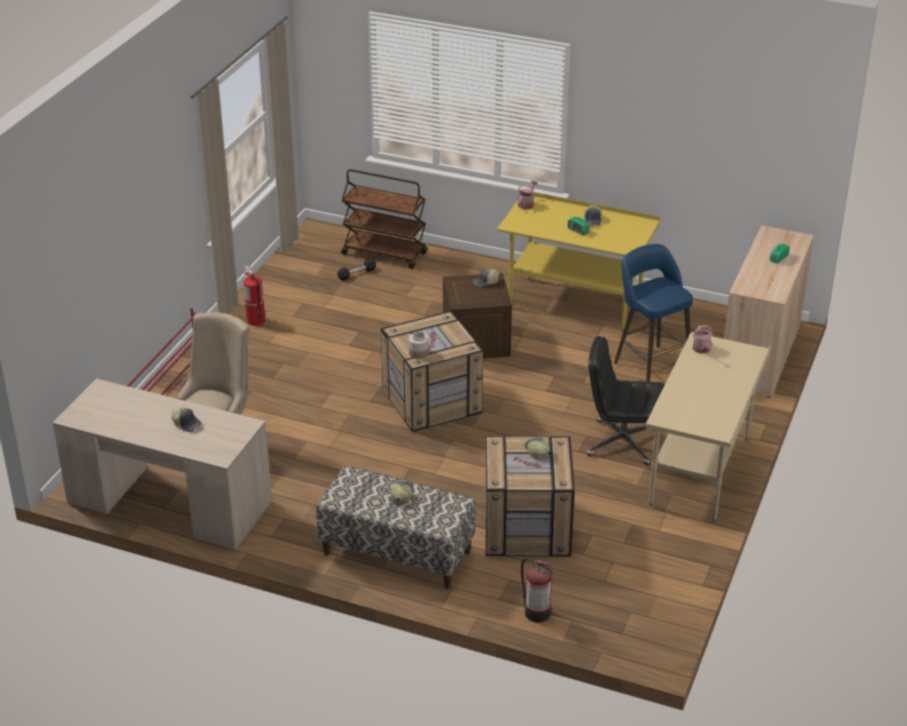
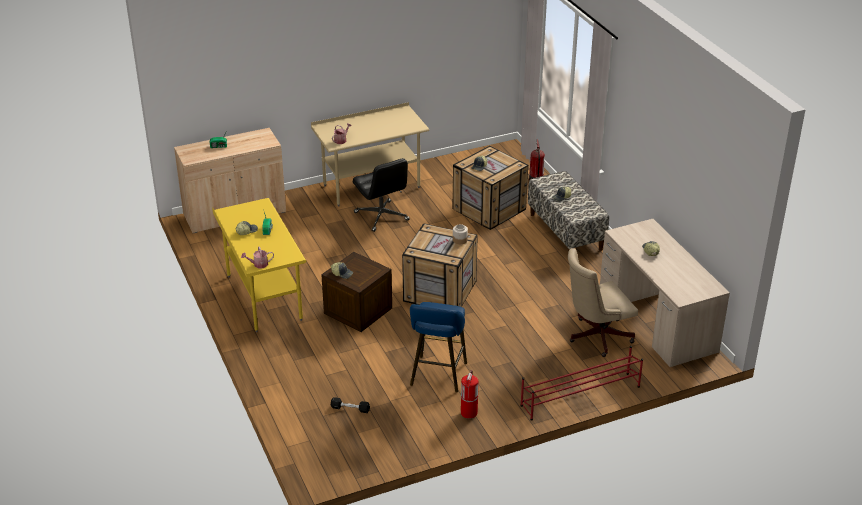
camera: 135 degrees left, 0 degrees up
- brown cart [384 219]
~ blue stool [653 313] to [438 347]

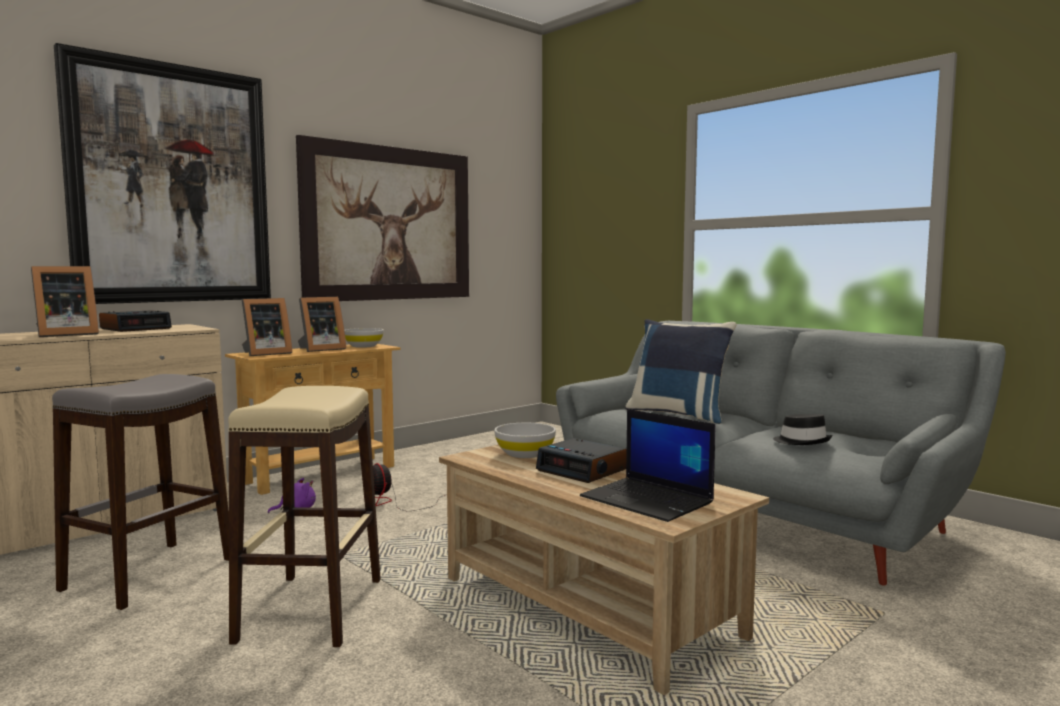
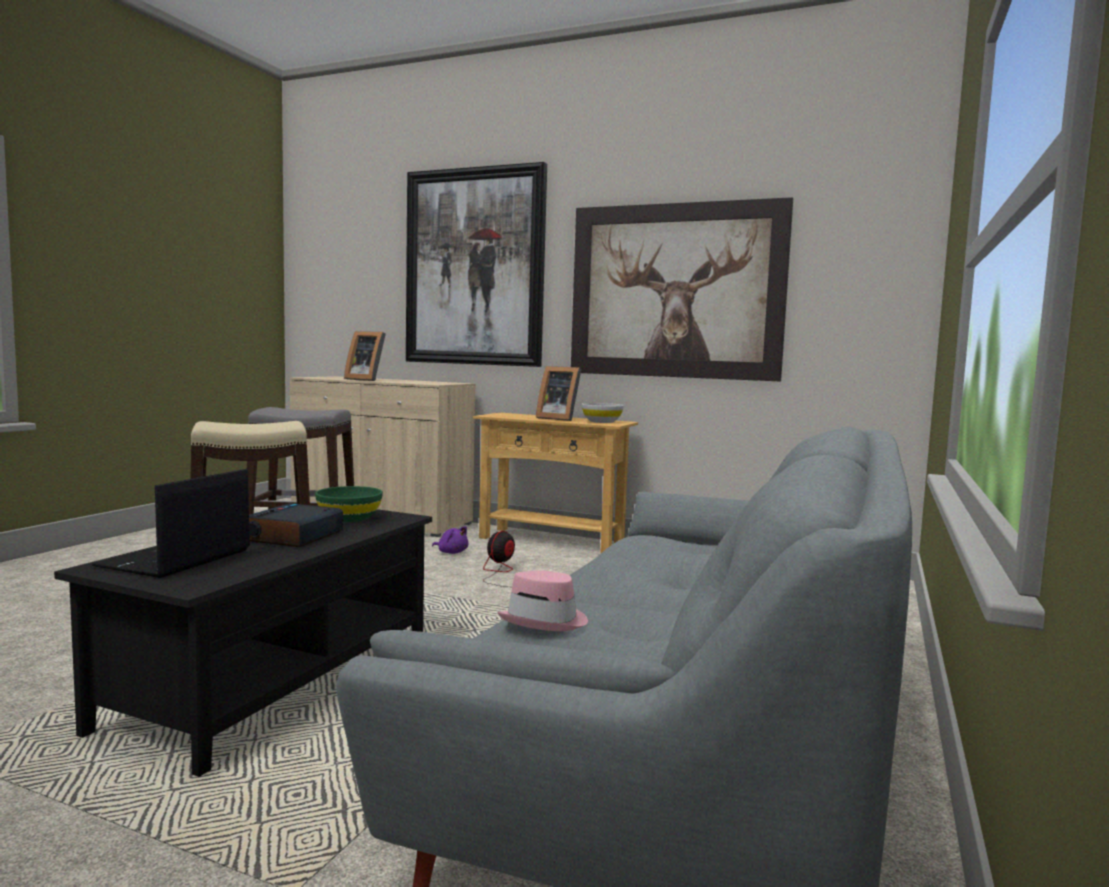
camera: 65 degrees right, 0 degrees up
- alarm clock [135 321]
- picture frame [267 327]
- blue pillow [680 371]
~ beige coffee table [604 568] to black coffee table [243 641]
~ white bowl [525 440] to green bowl [349 504]
~ black hat [802 429] to pink hat [542 600]

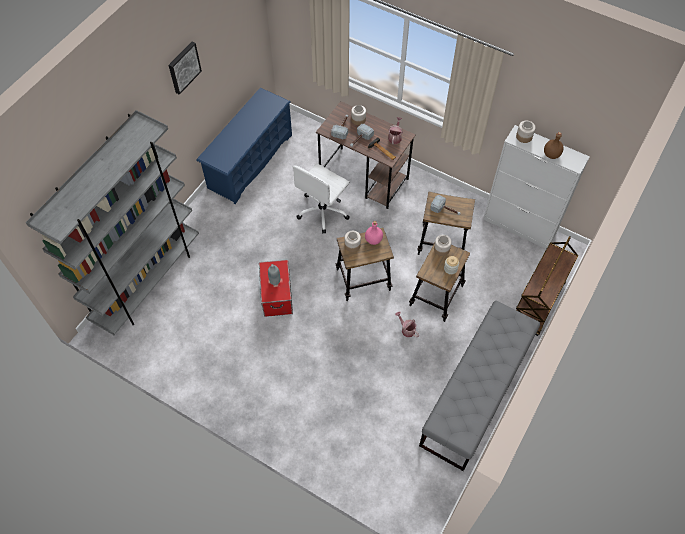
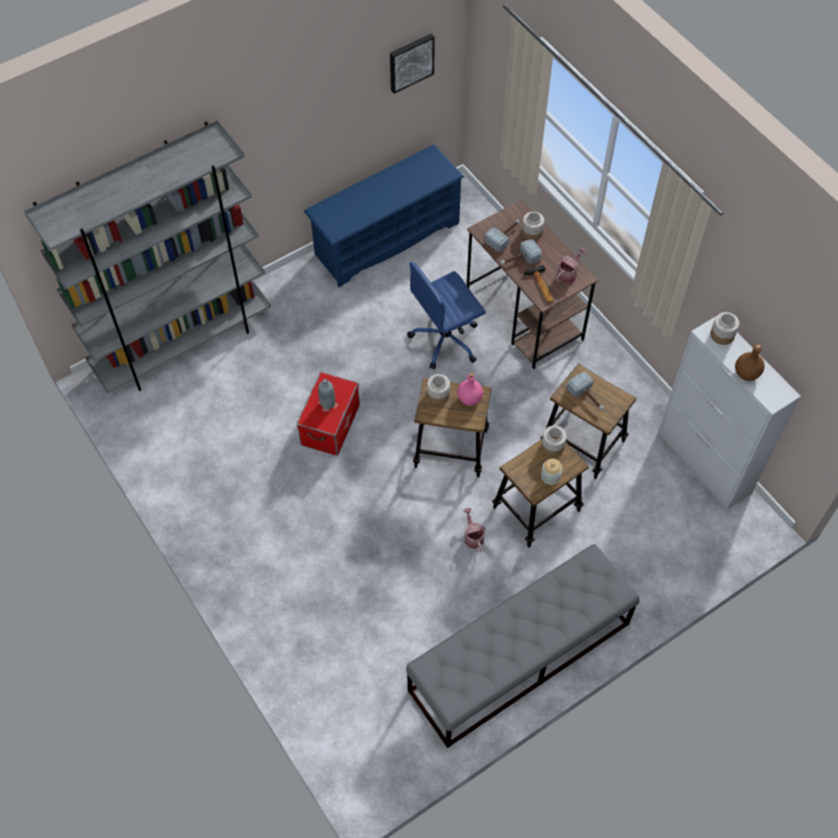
camera: 25 degrees right, 0 degrees up
- brown cart [547 286]
~ picture [185 68] to [412 64]
~ white office chair [321 199] to blue office chair [446 315]

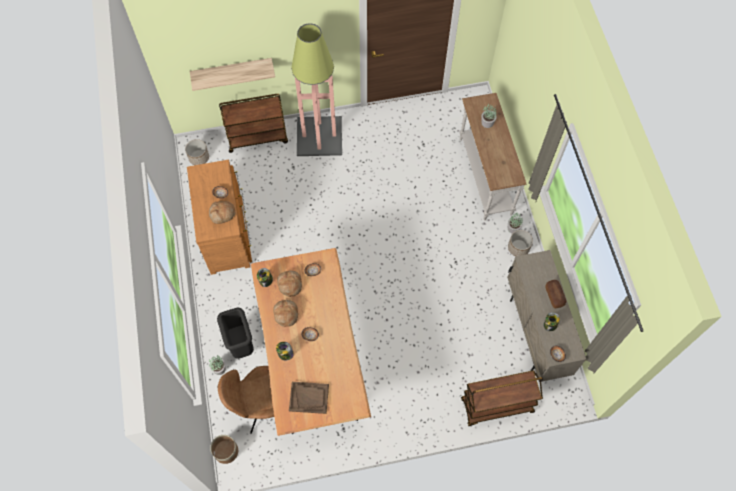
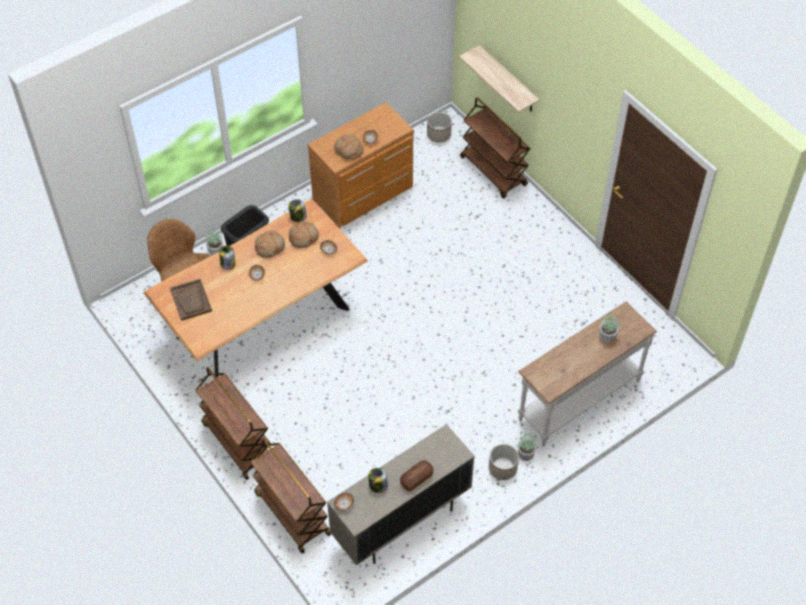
camera: 65 degrees right, 10 degrees down
- planter [224 449]
- floor lamp [316 89]
+ brown cart [233 423]

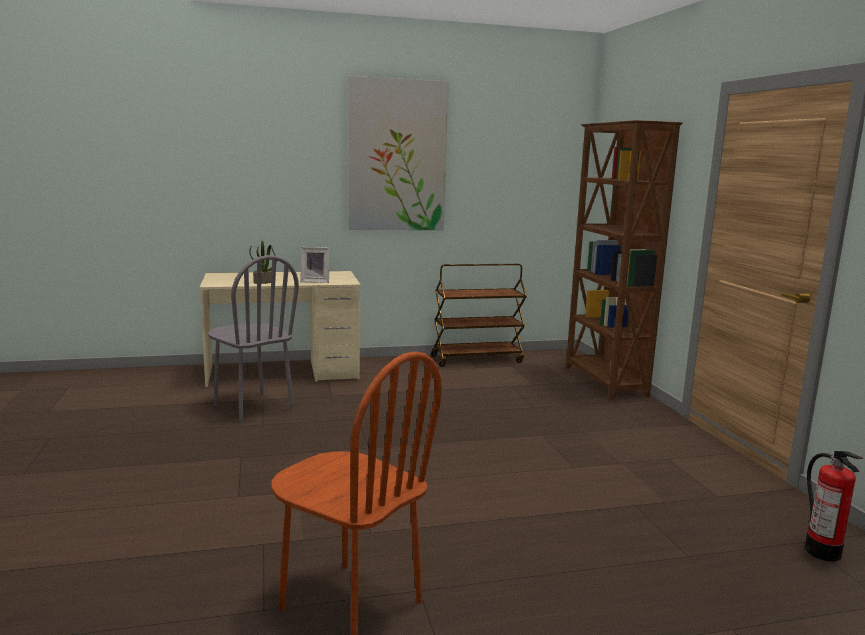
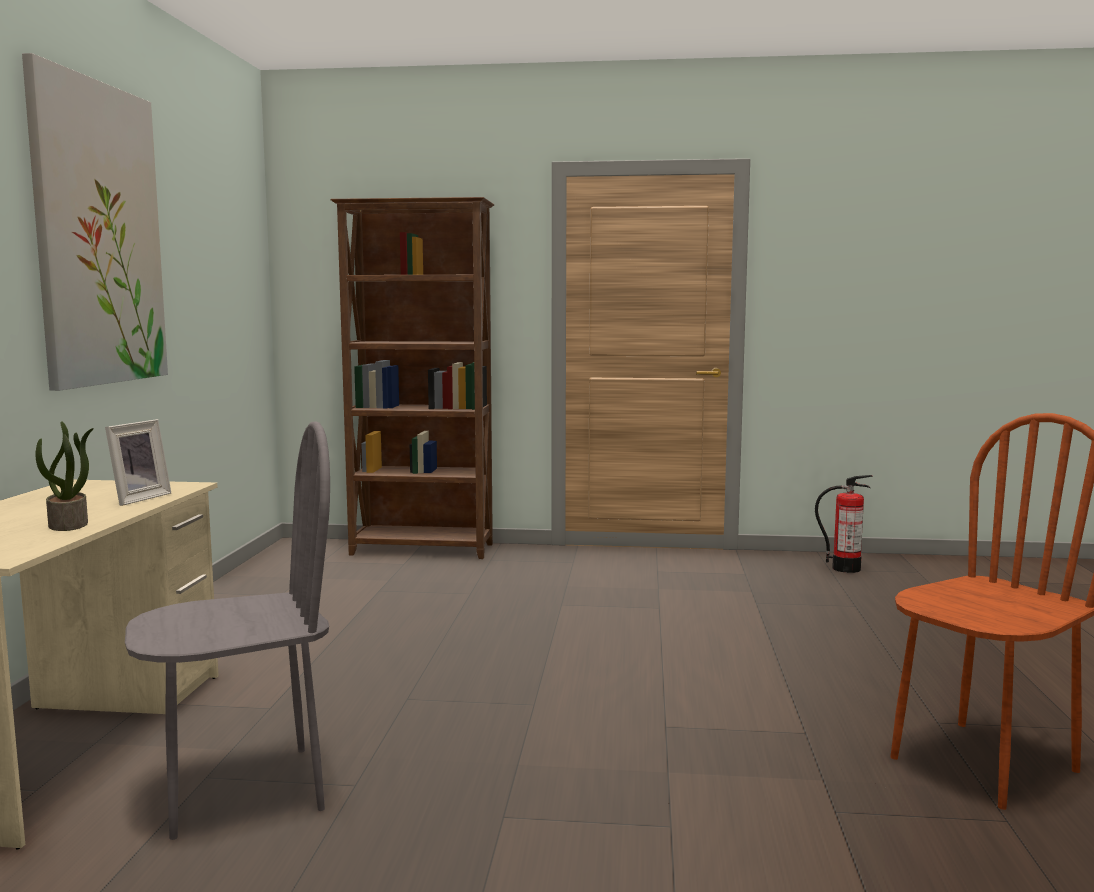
camera: 70 degrees left, 5 degrees down
- brown cart [479 315]

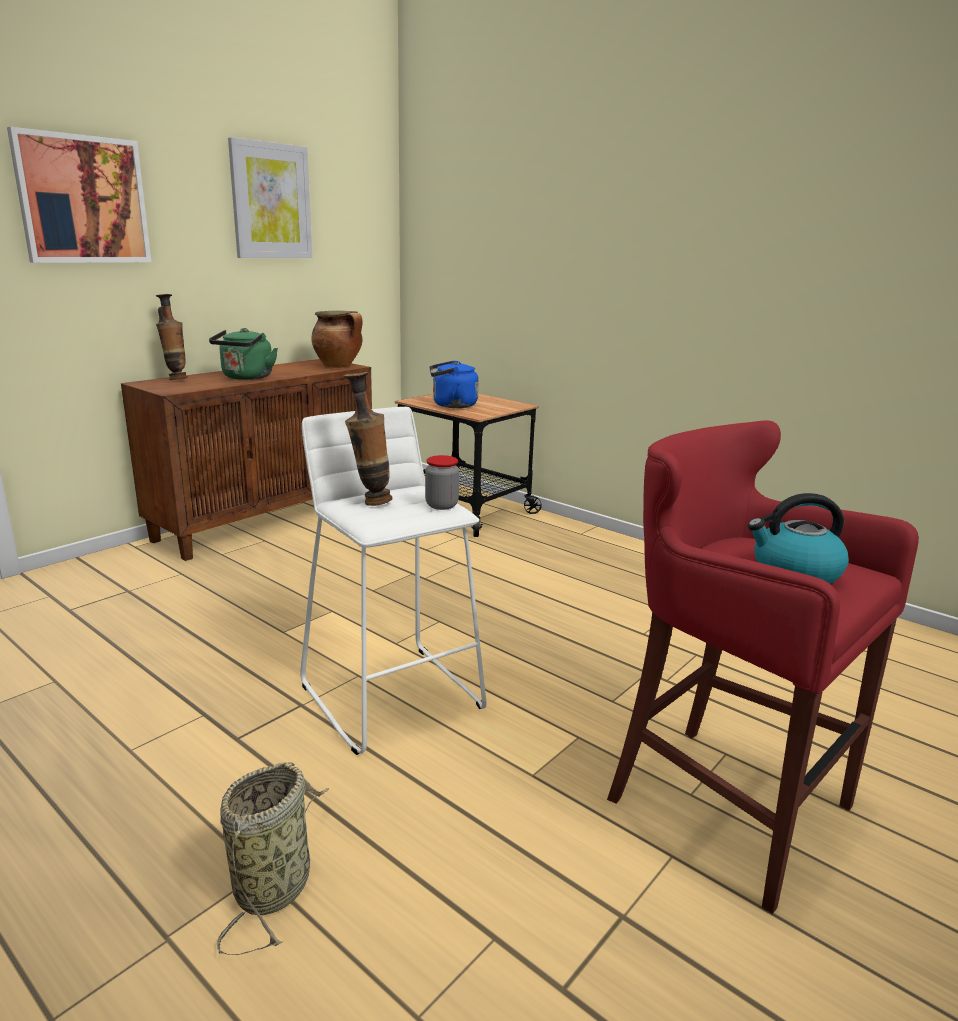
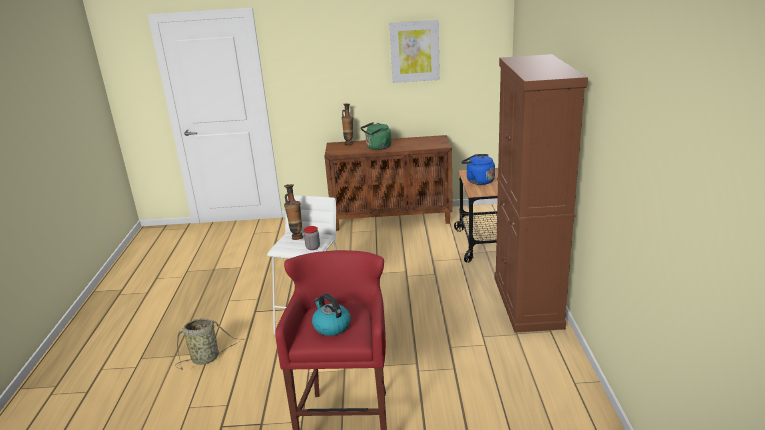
camera: 50 degrees right, 5 degrees up
- picture [79 195]
- cooking pot [337 339]
+ brown cabinet [541 193]

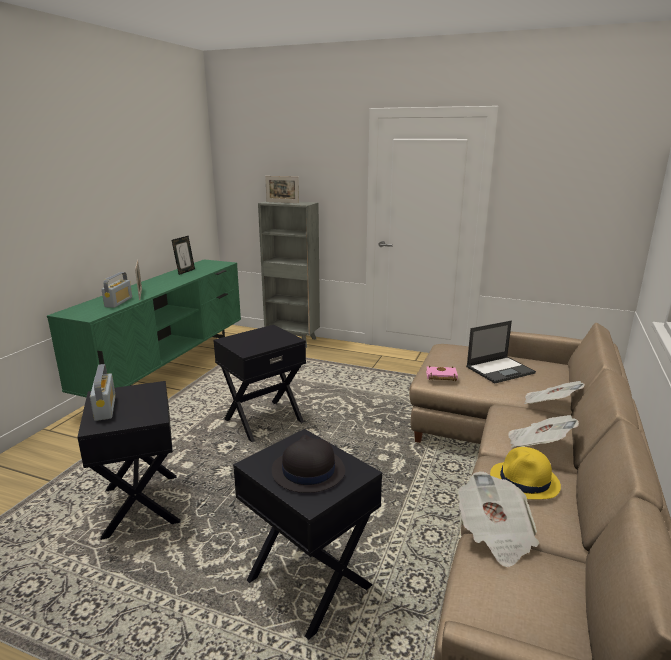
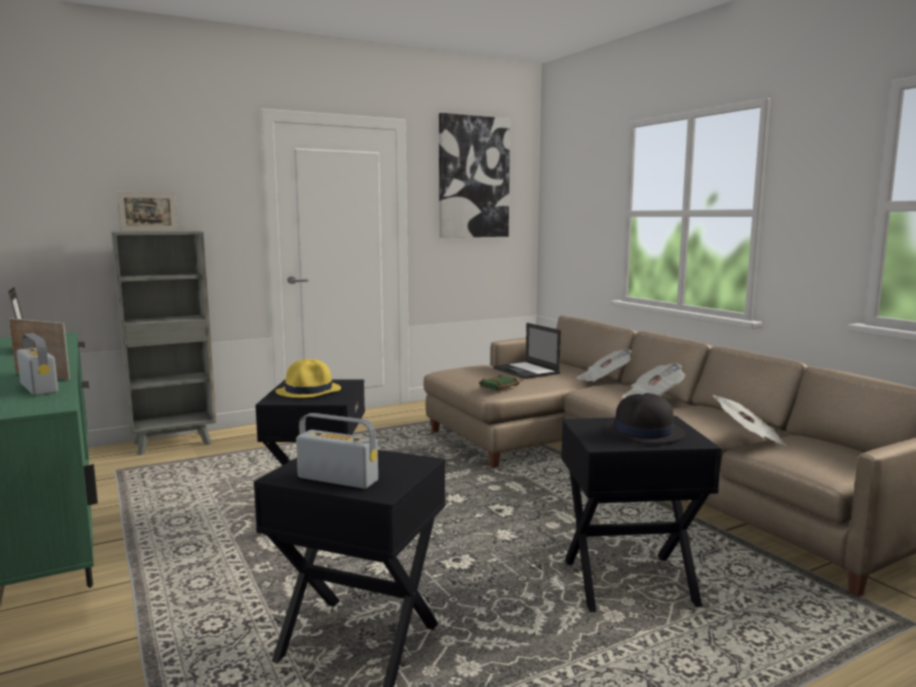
camera: 50 degrees left, 10 degrees down
+ picture [474 175]
~ yellow hat [525 473] to [308 378]
~ pink book [442 373] to green book [499 383]
~ laptop [501 352] = [527 351] 135 degrees clockwise

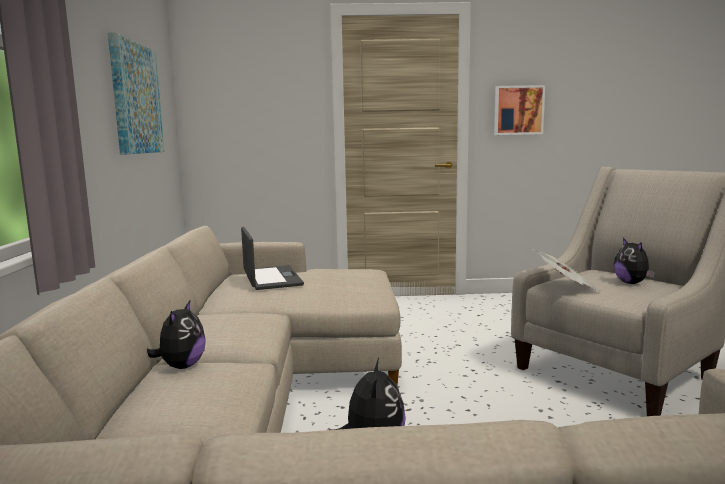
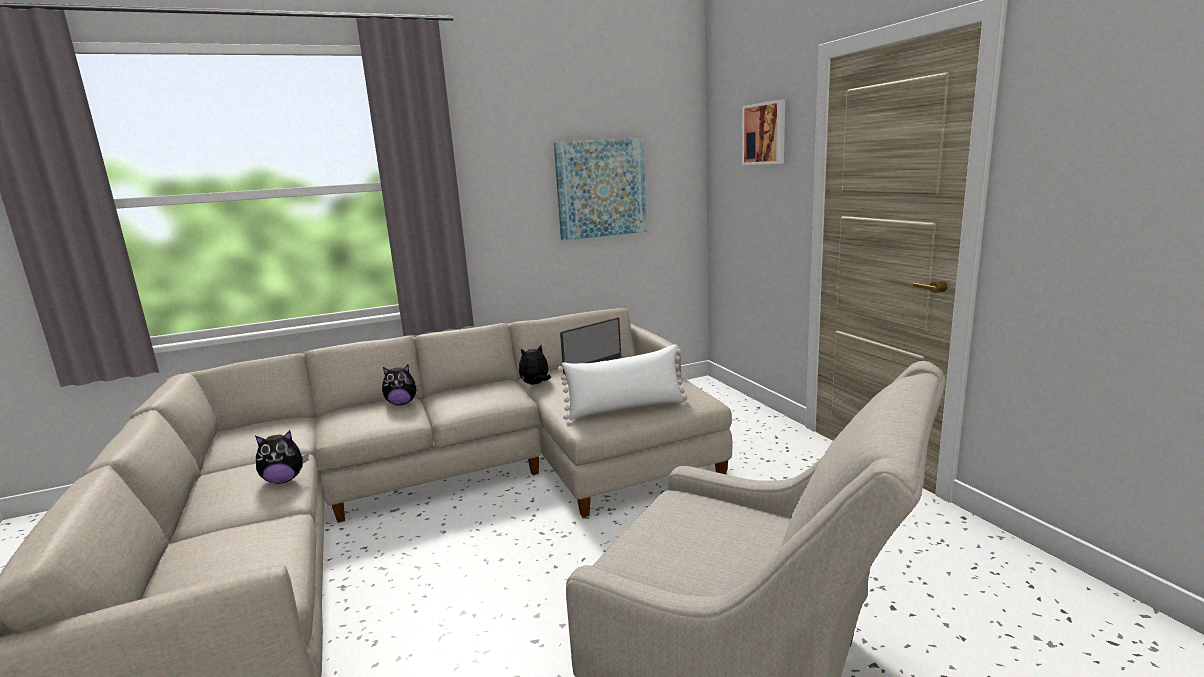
camera: 70 degrees right, 5 degrees up
- newspaper [566 270]
+ white pillow [622 382]
~ picture [519 110] to [763 132]
~ plush toy [634 261] to [535 365]

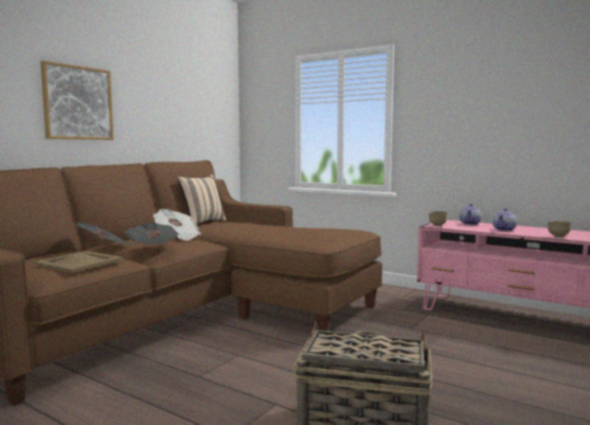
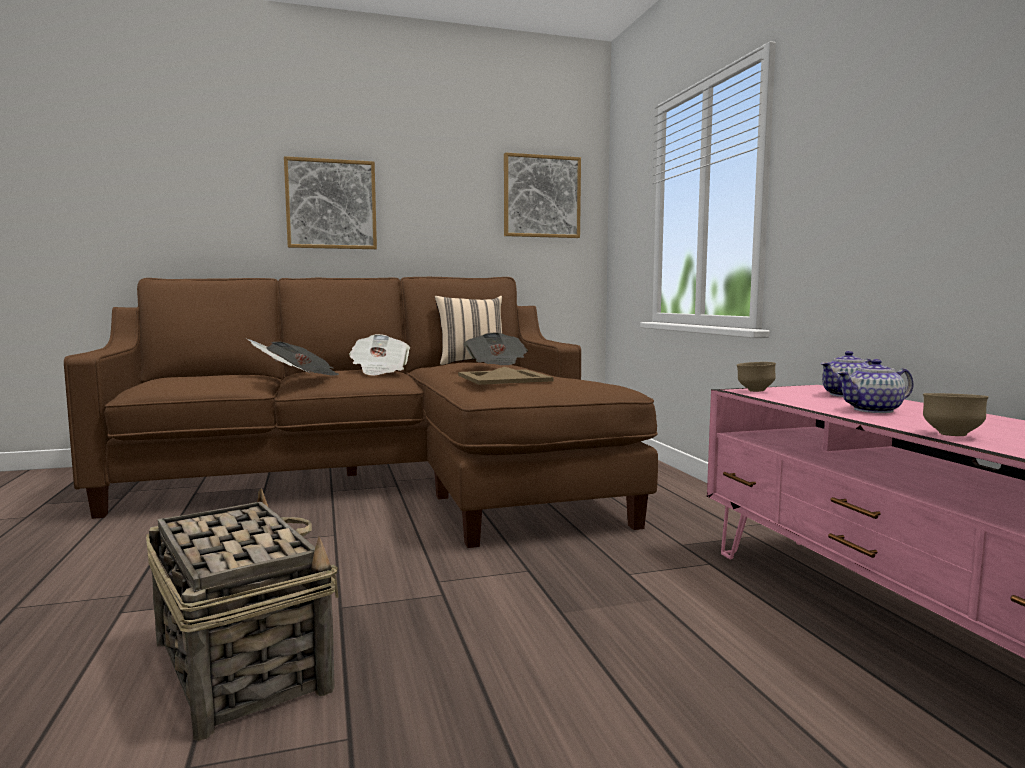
camera: 40 degrees right, 0 degrees up
+ newspaper [495 349]
+ picture [542 195]
~ beige tray [78 262] to [505 376]

